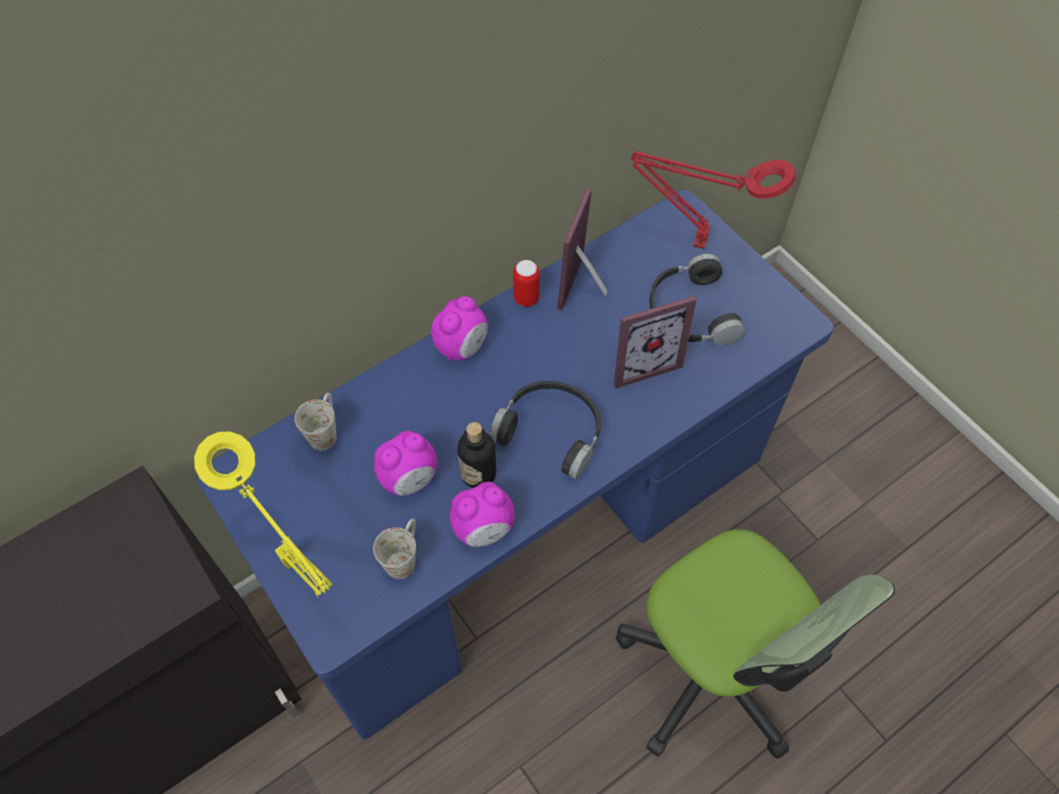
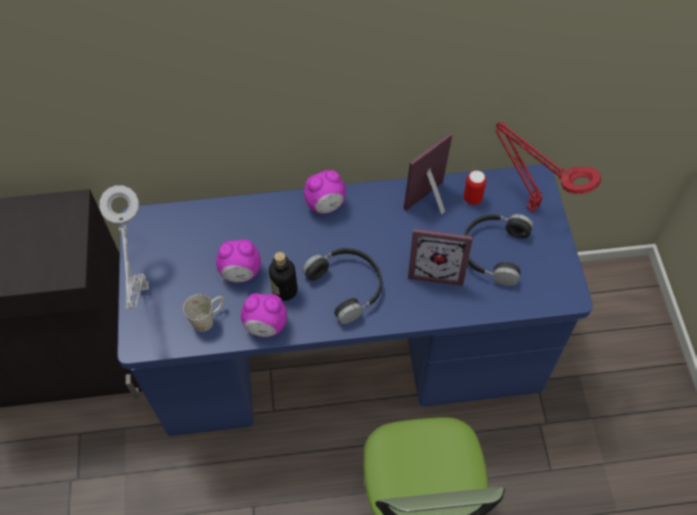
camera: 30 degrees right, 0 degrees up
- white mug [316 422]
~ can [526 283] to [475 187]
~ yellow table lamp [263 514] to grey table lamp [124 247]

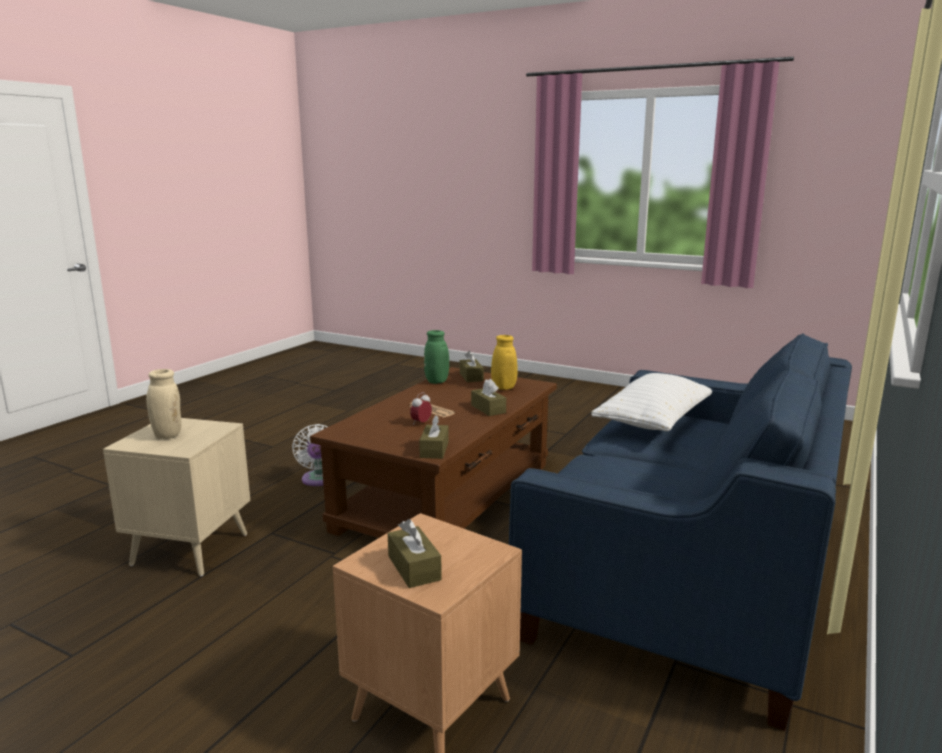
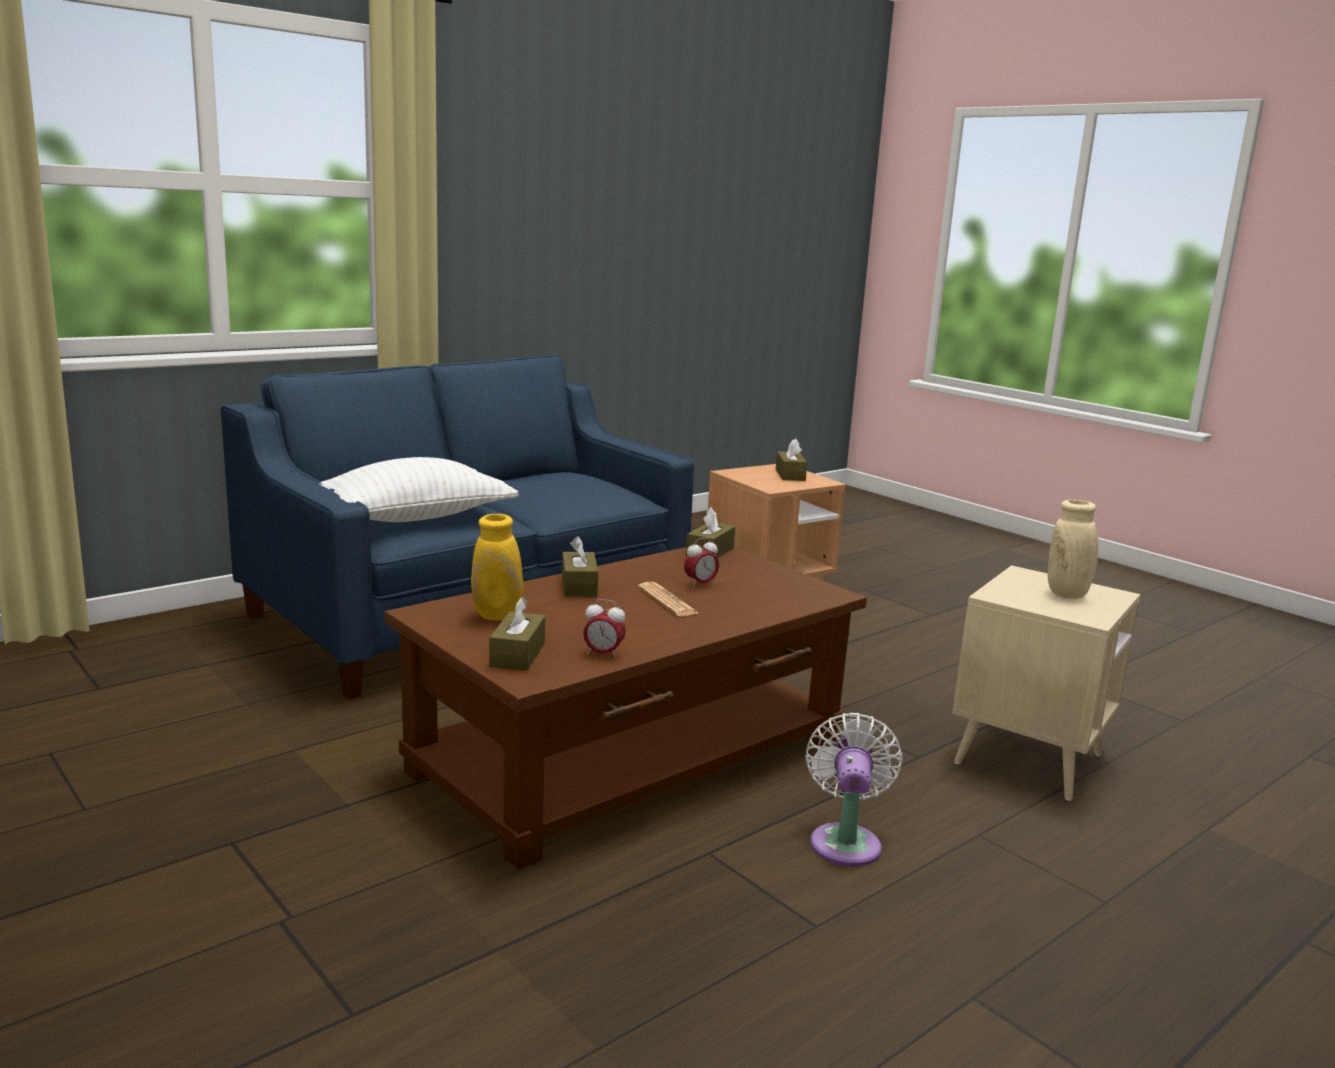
camera: 160 degrees left, 0 degrees up
~ green vase [436 357] to alarm clock [604 629]

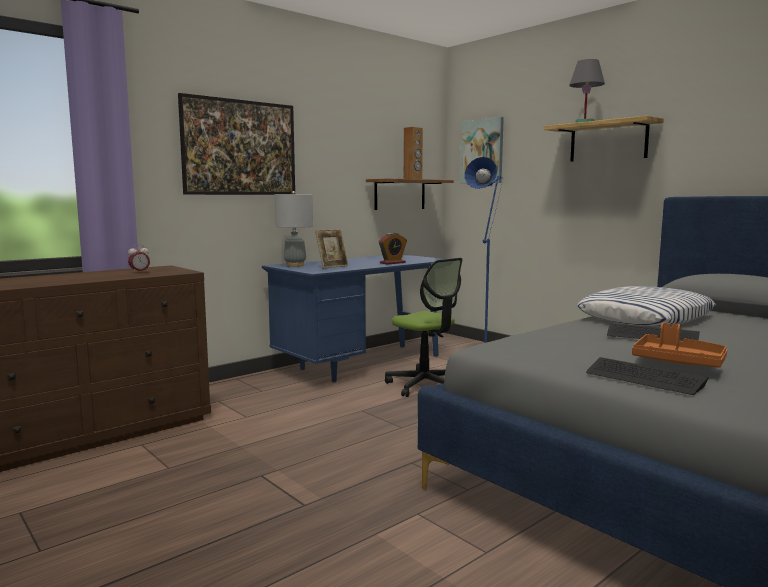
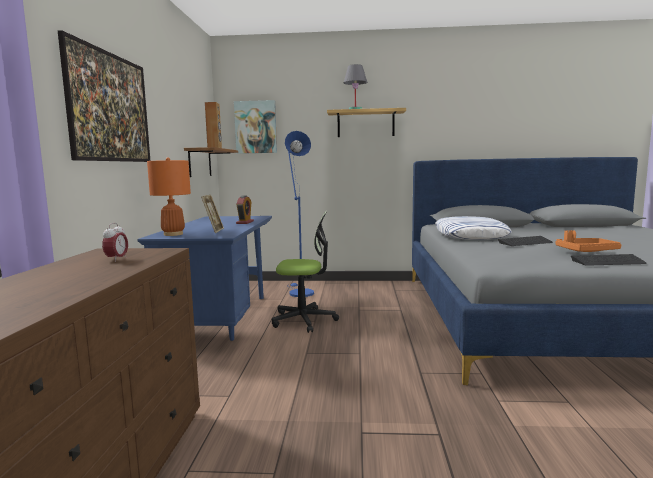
camera: 45 degrees left, 0 degrees up
~ grey table lamp [294 229] to orange table lamp [169 196]

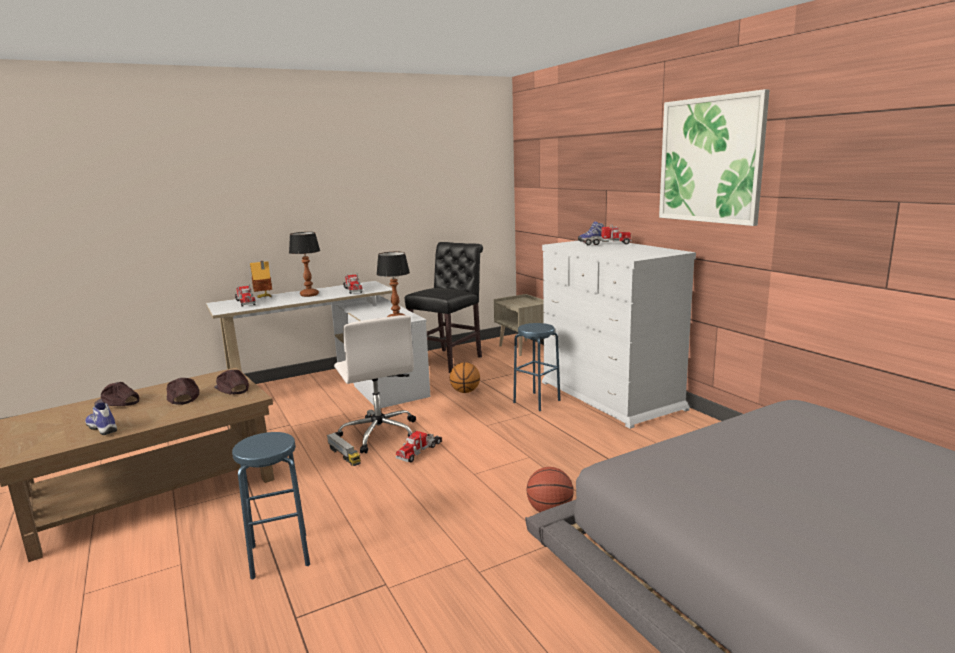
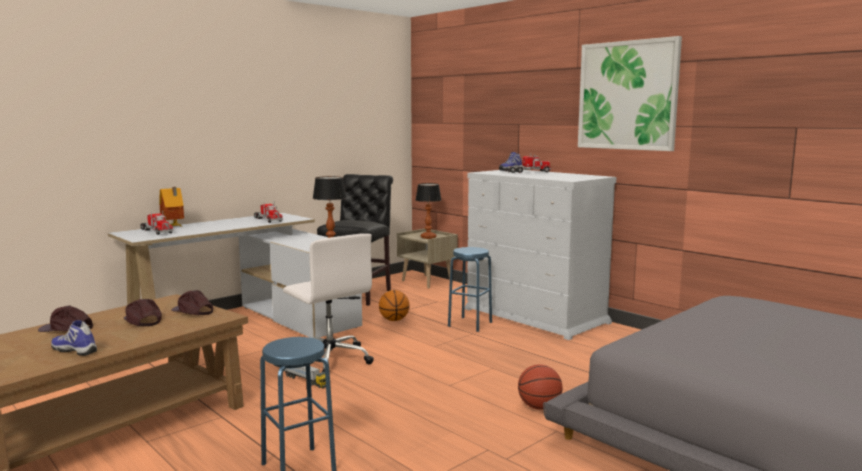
camera: 15 degrees left, 5 degrees down
- toy truck [419 446]
~ table lamp [304 264] to [428 211]

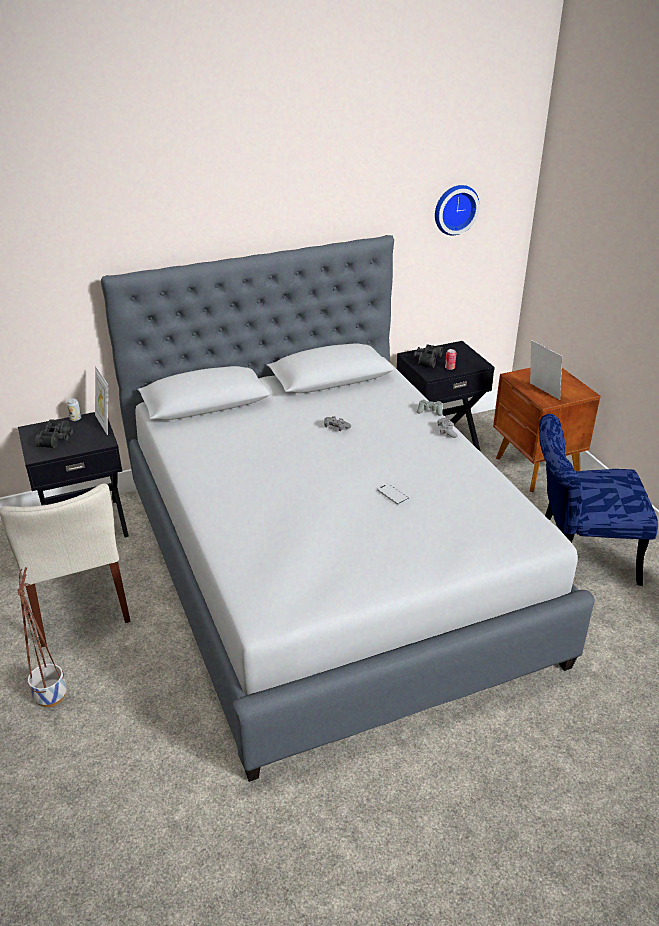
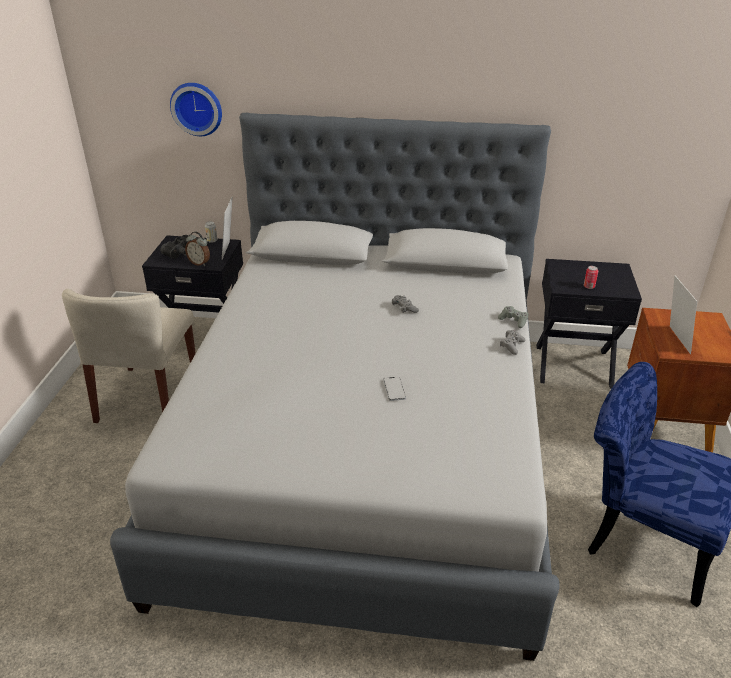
camera: 30 degrees right, 0 degrees up
- planter [42 637]
- black binoculars [428 356]
+ alarm clock [197 249]
~ wall clock [457 210] to [196 109]

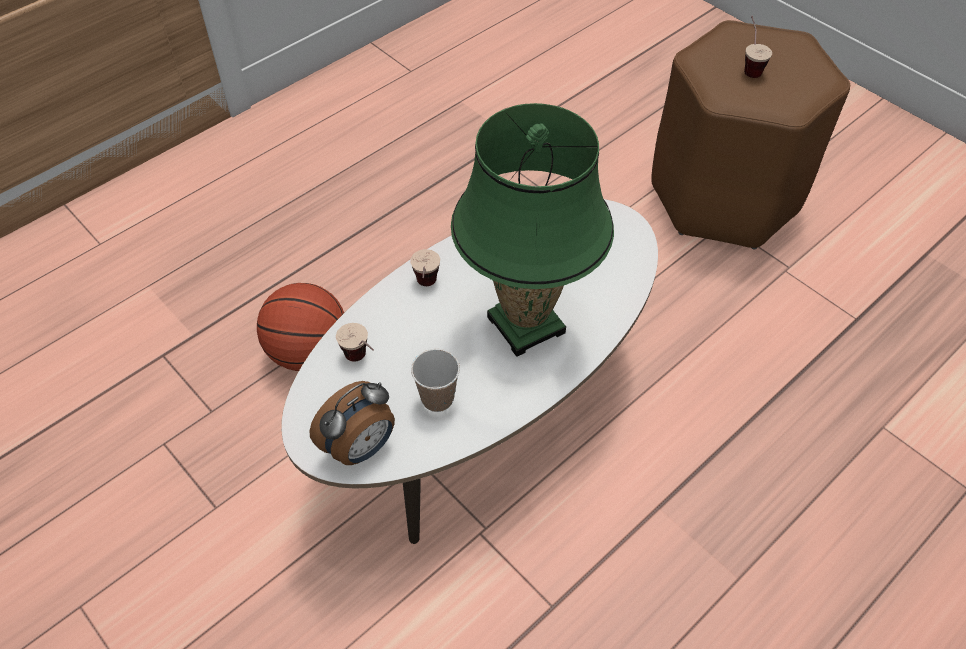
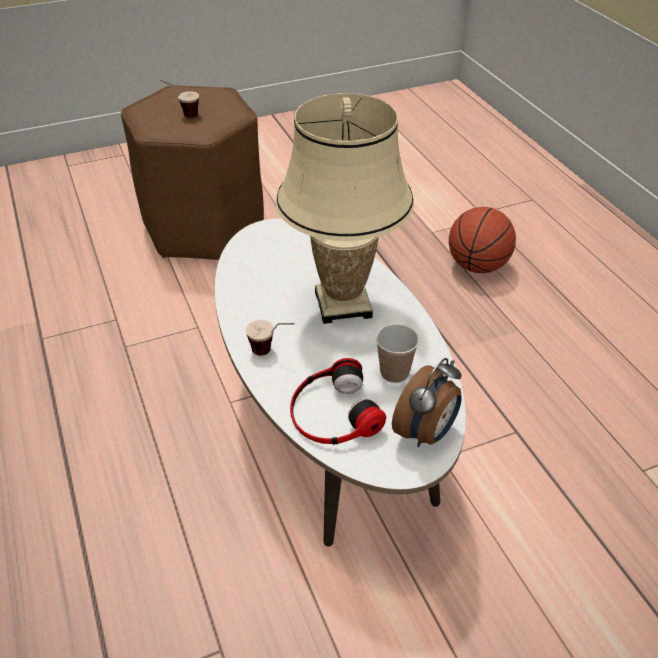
camera: 70 degrees left, 10 degrees down
~ basketball [300 327] to [482 240]
~ cup [355 342] to headphones [338 401]
~ green table lamp [532 230] to beige table lamp [345 208]
~ alarm clock [352 423] = [427 402] 60 degrees clockwise

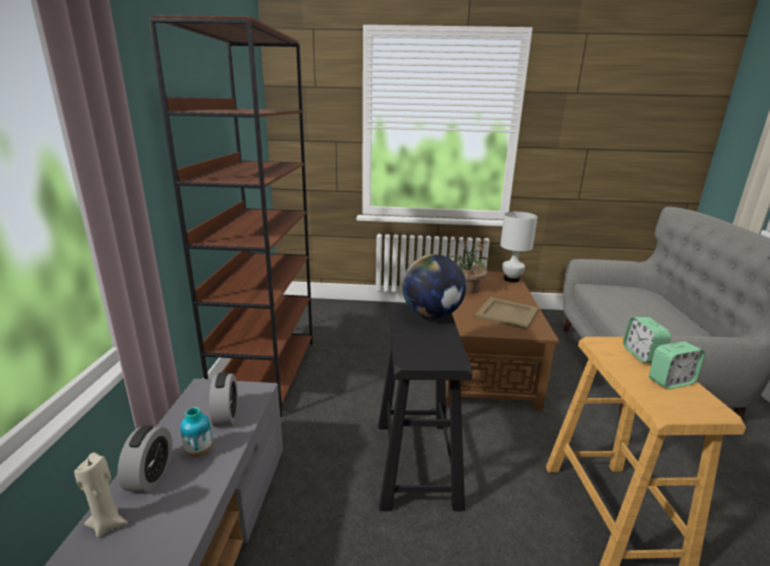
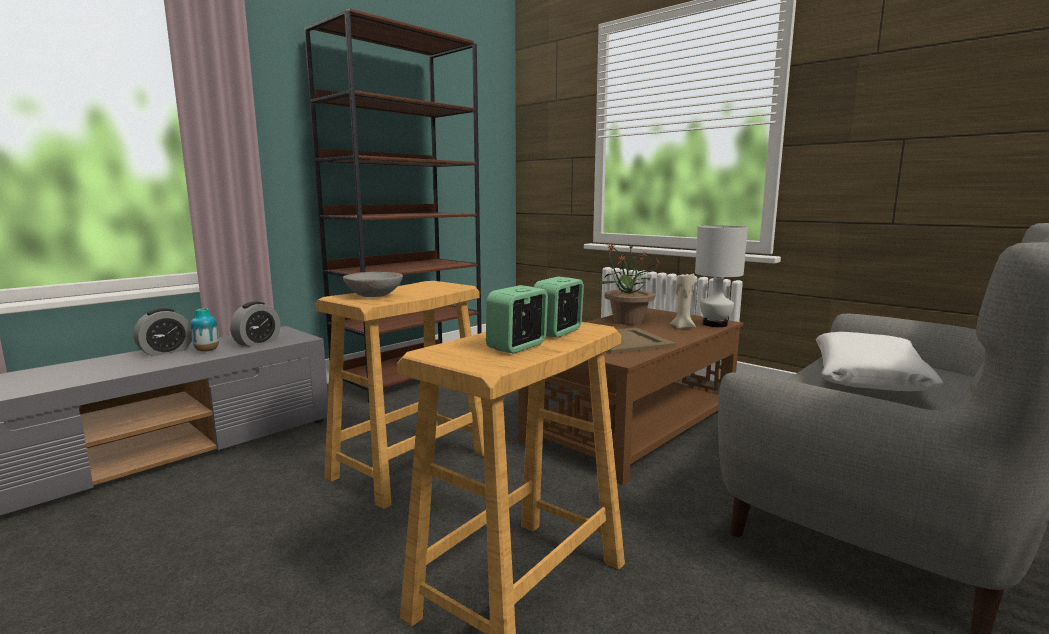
camera: 40 degrees right, 10 degrees down
- globe [434 286]
+ grey bowl [373 284]
+ white pillow [879 361]
~ beige candle [101 495] to [683 301]
~ black stool [425 408] to beige stool [399 395]
~ alarm clock [677 365] = [517 319] 105 degrees clockwise

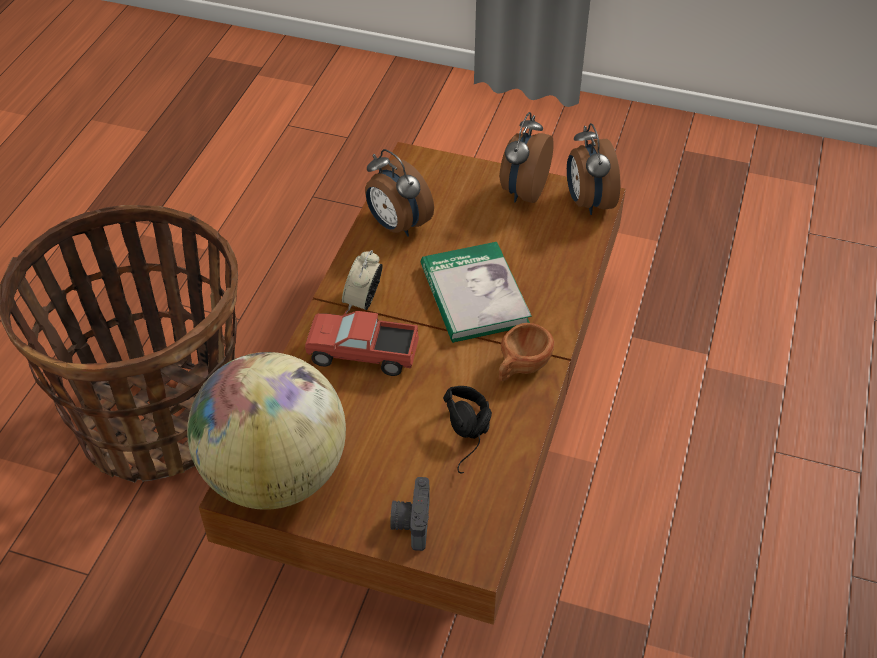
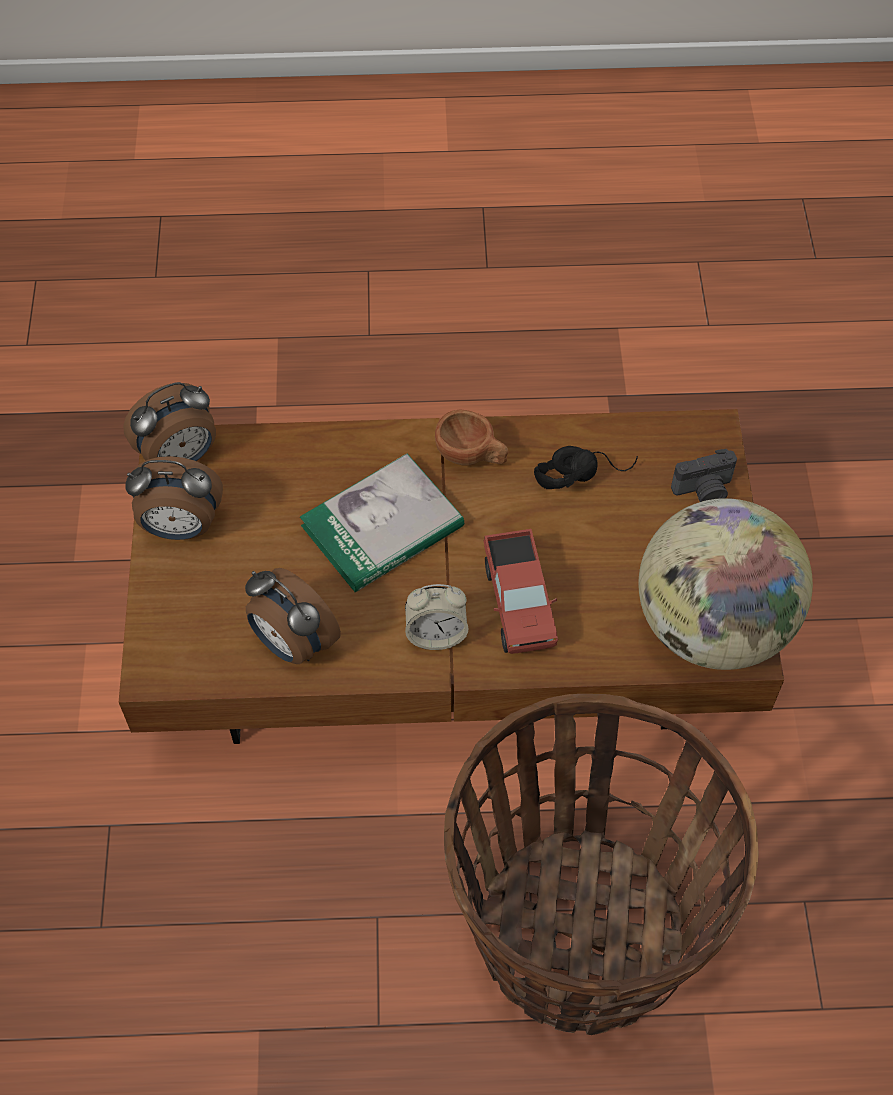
camera: 110 degrees left, 10 degrees up
~ alarm clock [399 193] = [293 616] 105 degrees clockwise

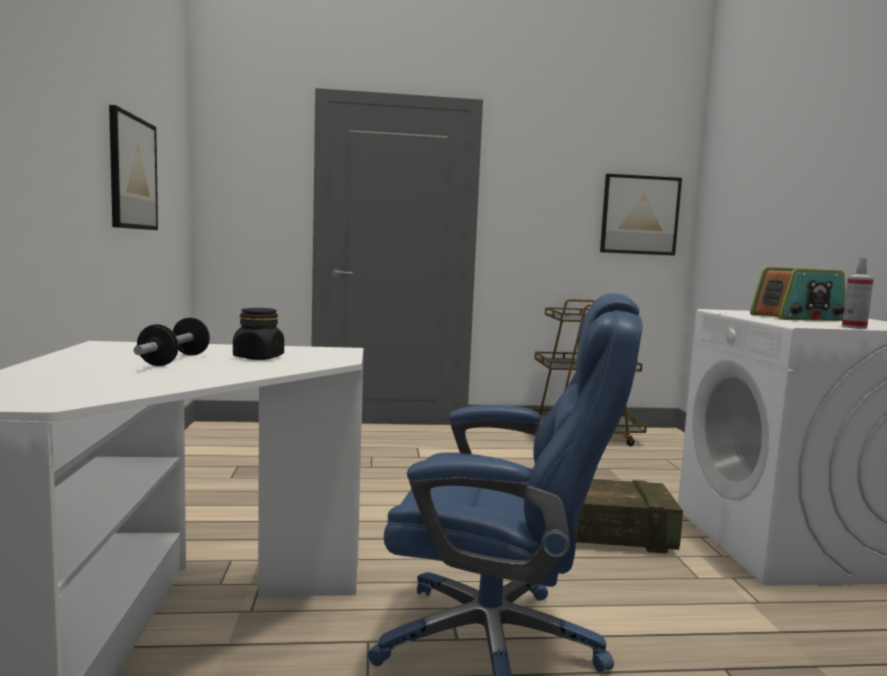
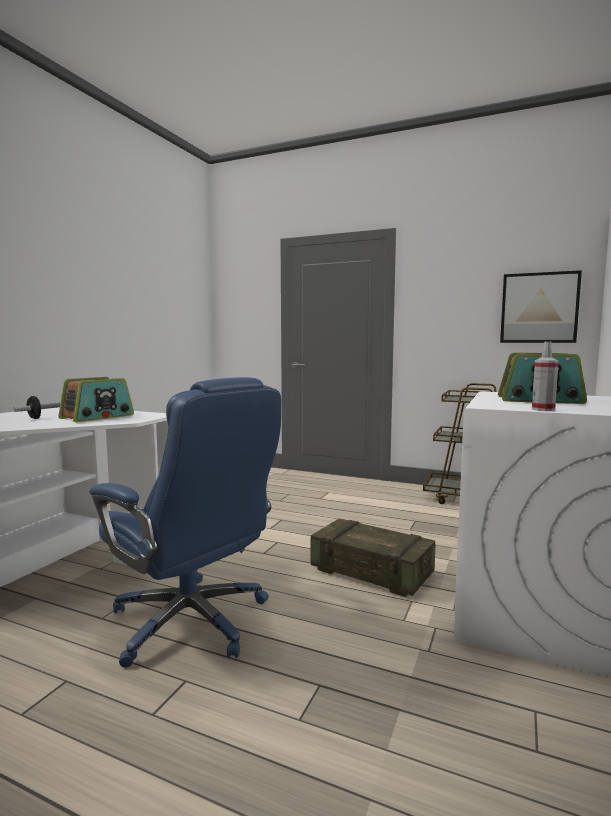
camera: 30 degrees right, 0 degrees up
- picture [133 167]
~ black jar [258 334] to radio [96 399]

